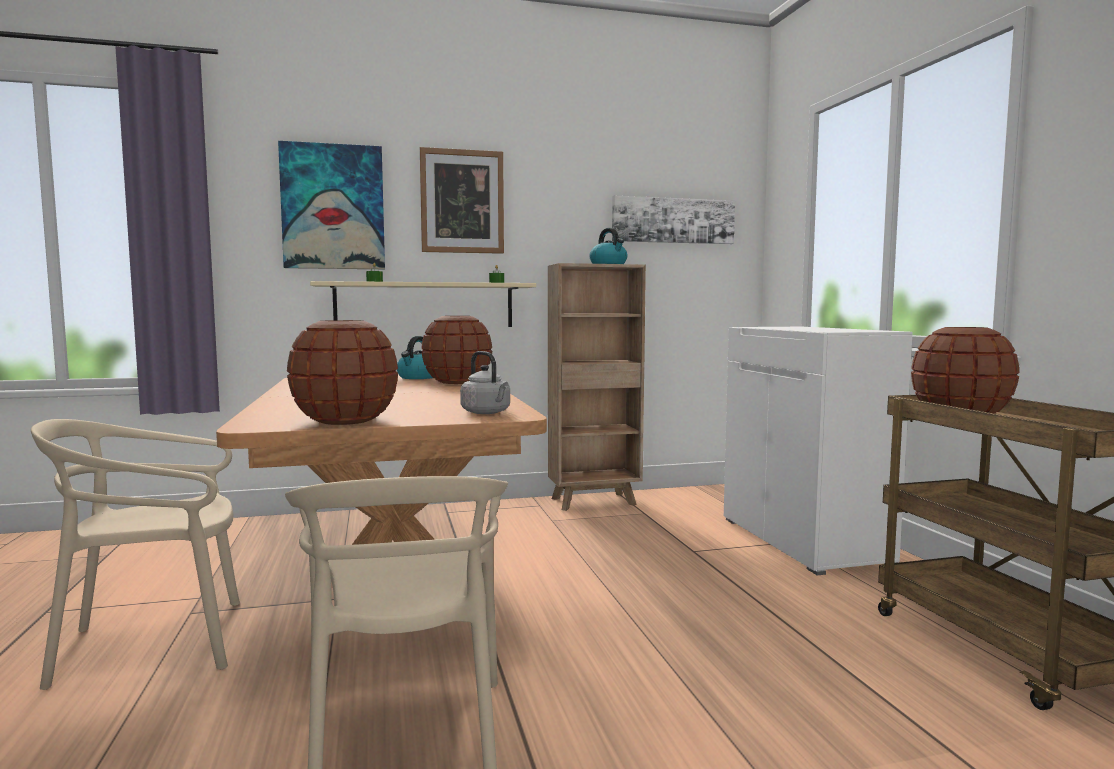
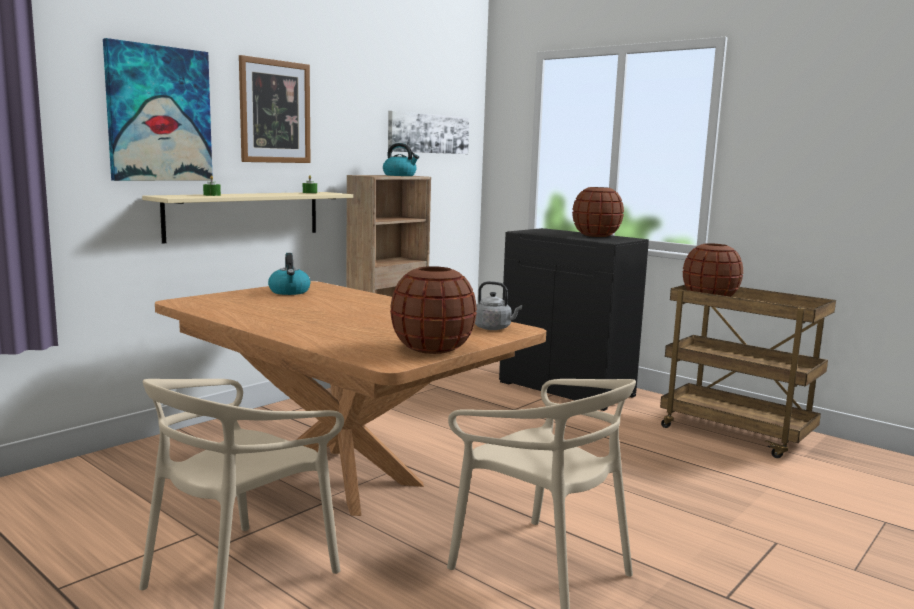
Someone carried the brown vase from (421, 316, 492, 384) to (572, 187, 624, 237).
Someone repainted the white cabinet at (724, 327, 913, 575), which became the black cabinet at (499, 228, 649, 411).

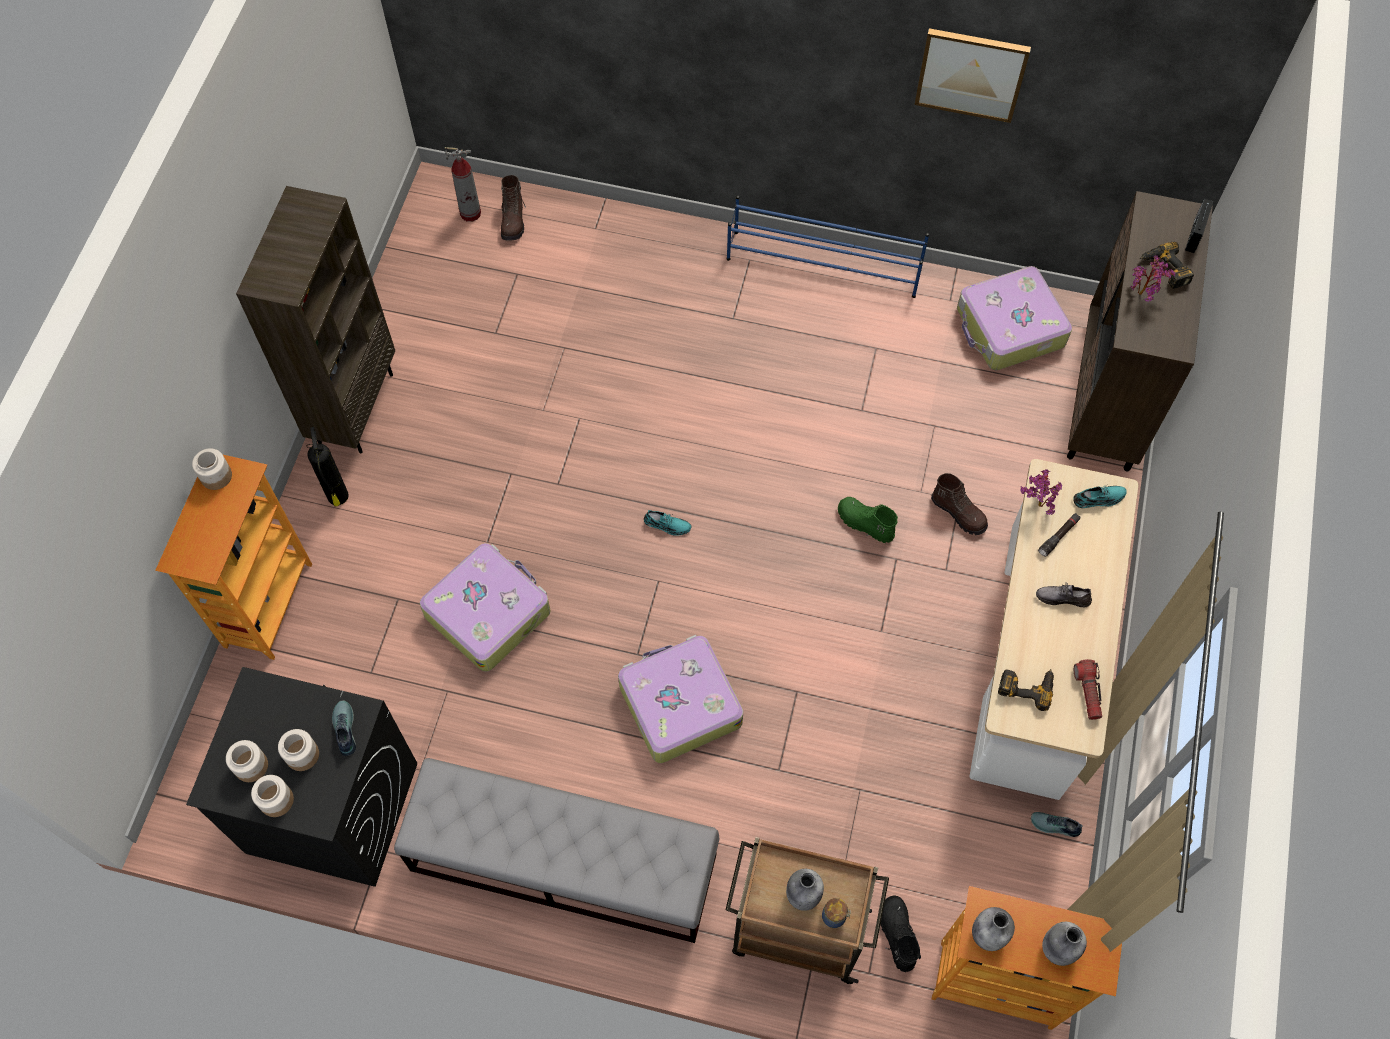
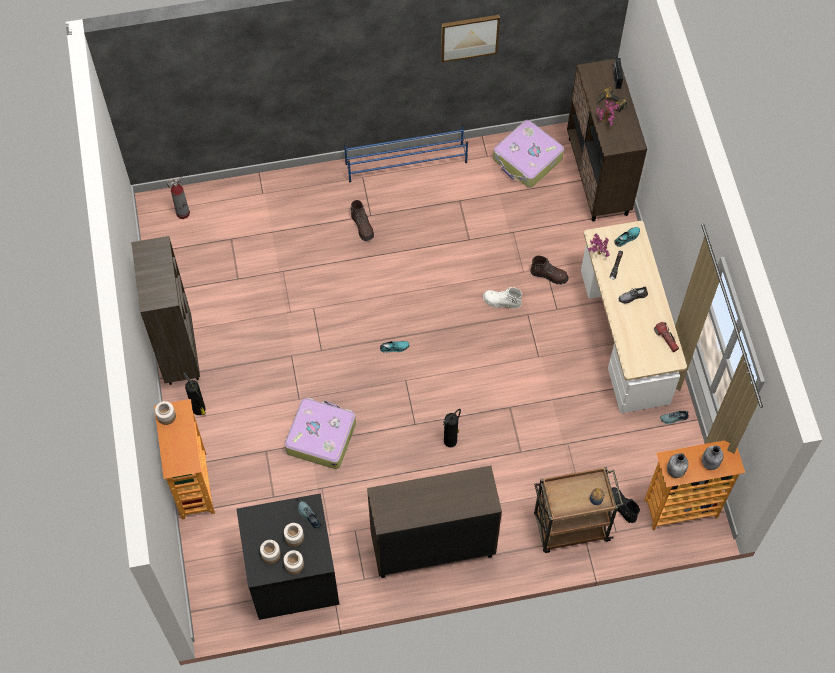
Someone carried the brown boot from (501, 175, 526, 241) to (350, 200, 374, 241).
Someone repainted the green boot at (838, 497, 898, 543), which became the white boot at (483, 287, 522, 309).
Someone swapped the suitcase at (618, 635, 743, 763) for the fire extinguisher at (443, 409, 461, 447).
Someone took away the power drill at (998, 669, 1054, 711).
Someone swapped the grey bench at (394, 758, 719, 943) for the brown cabinet at (367, 466, 502, 578).
Someone took away the grey bottle at (786, 869, 824, 911).

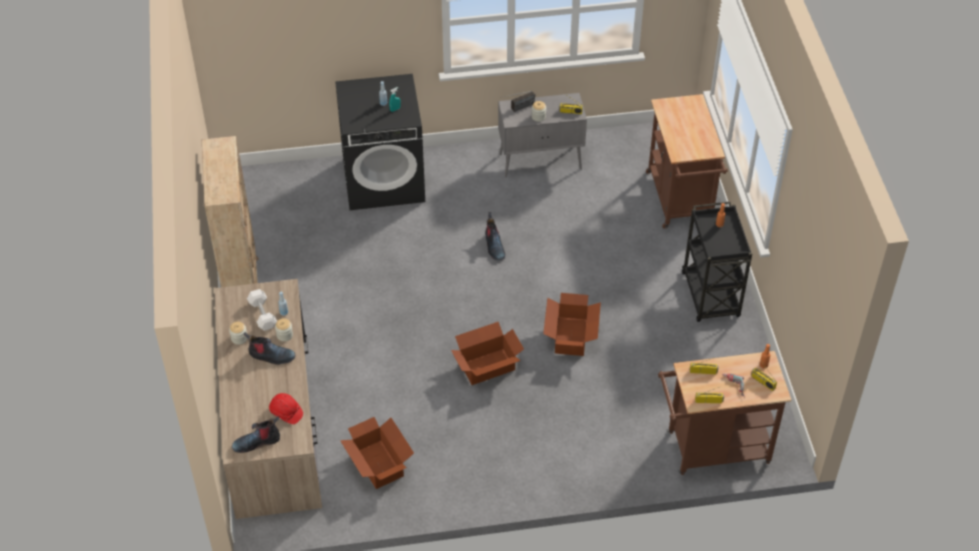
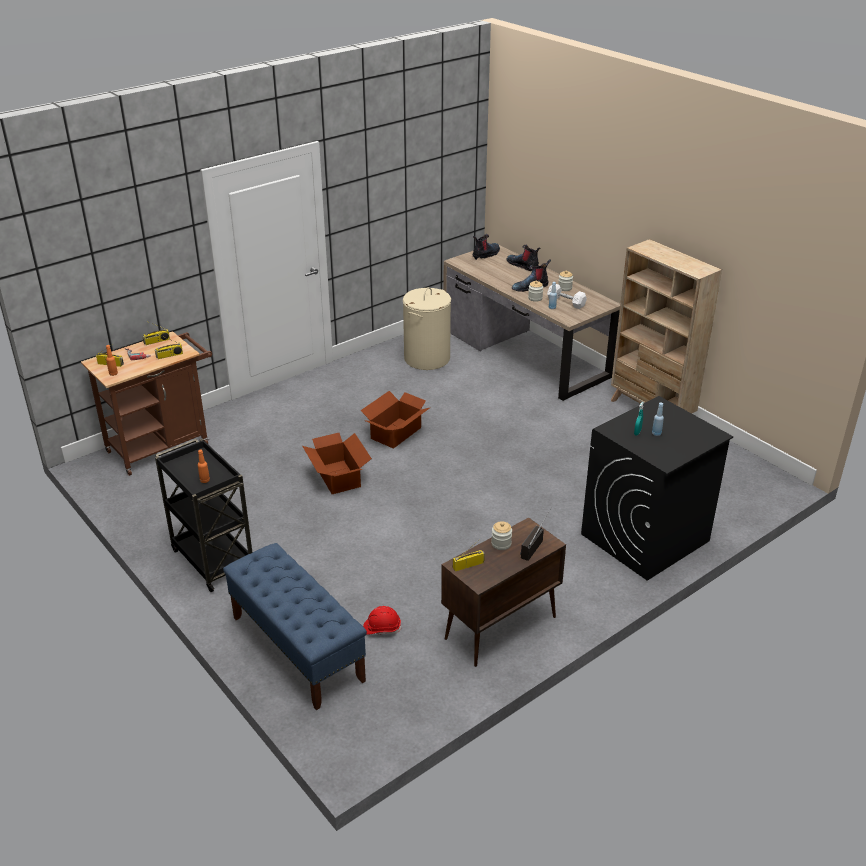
Someone repainted the grey cabinet at (498, 93, 587, 178), which became the brown cabinet at (441, 517, 566, 667).
Someone swapped the brown cart at (646, 94, 728, 229) for the blue bench at (223, 543, 367, 710).
Someone carried the boot from (485, 212, 505, 260) to (507, 245, 540, 271).
Someone carried the red hard hat from (269, 393, 303, 424) to (363, 606, 402, 635).
Someone swapped the cardboard box at (340, 417, 414, 489) for the beige laundry basket at (403, 287, 451, 370).

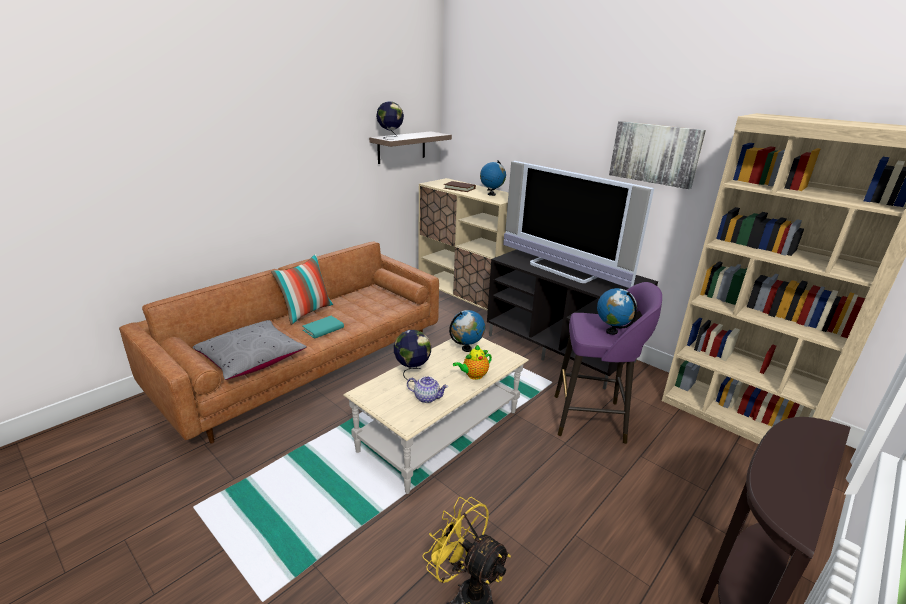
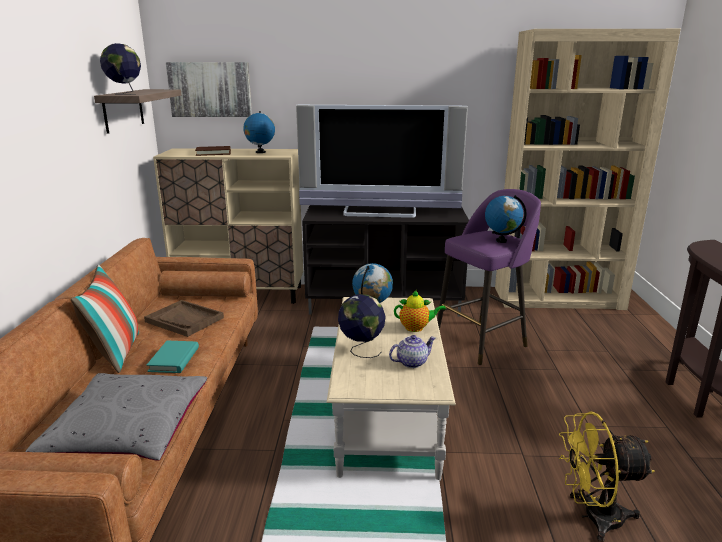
Someone carried the picture from (609, 121, 706, 189) to (166, 62, 252, 117).
Someone rotated the teapot at (453, 345, 492, 380) by 105 degrees counterclockwise.
Someone put down the brown tray at (144, 300, 224, 337).

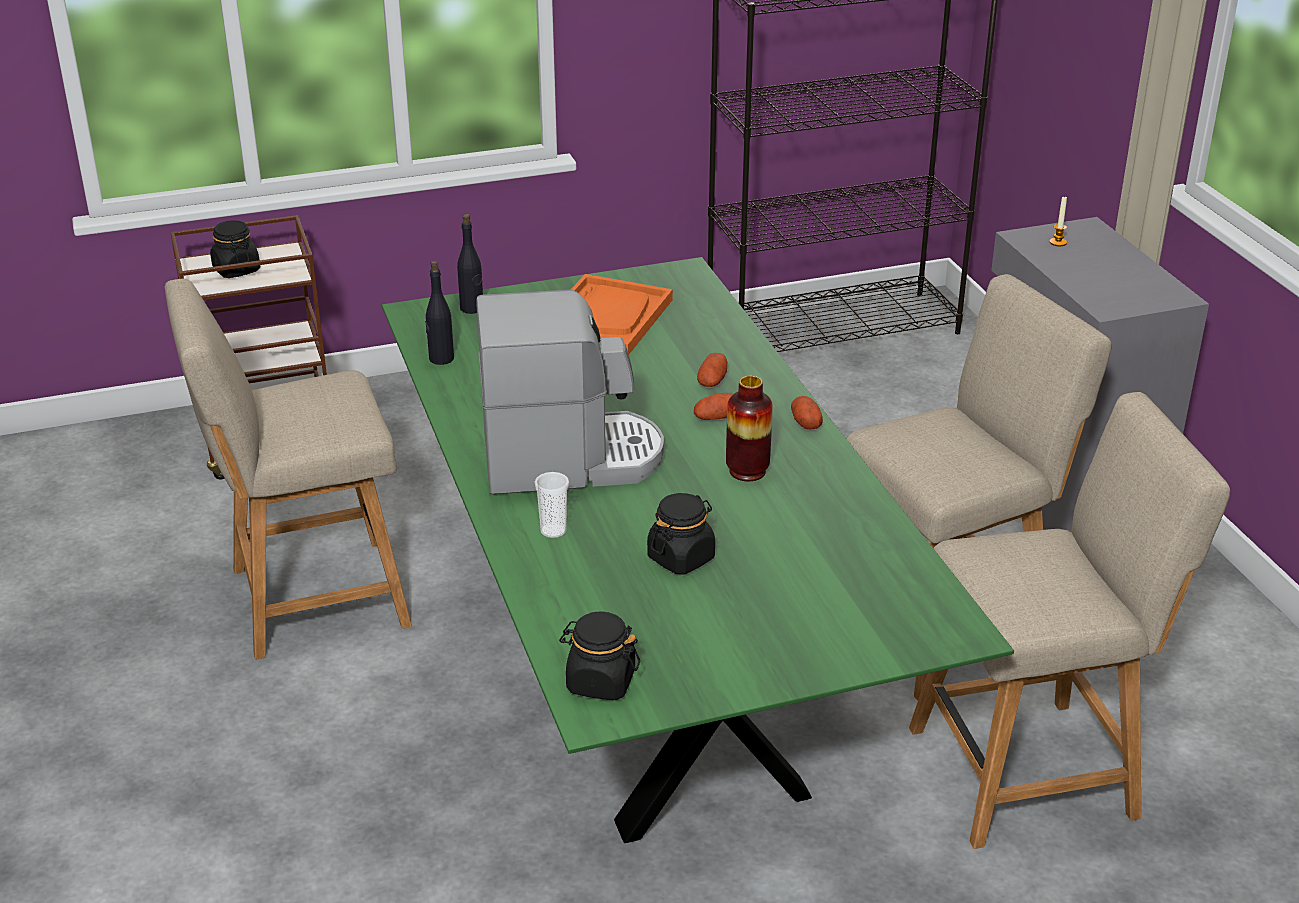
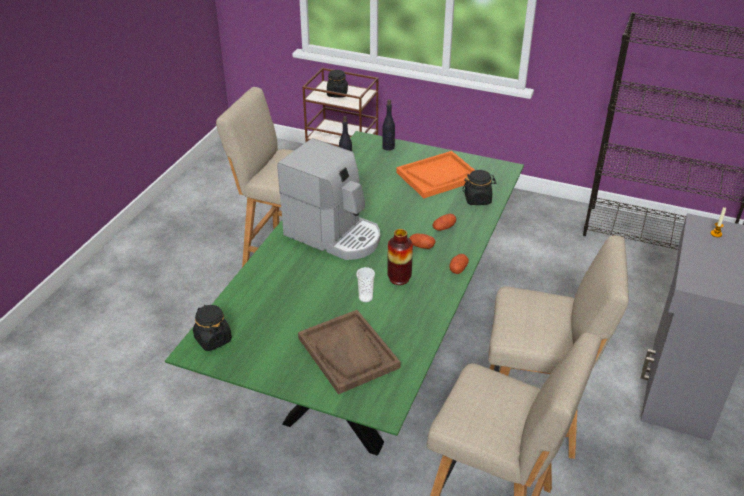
Someone carried the cup from (535, 472, 569, 538) to (356, 267, 375, 302).
Someone carried the black jar from (647, 493, 715, 574) to (463, 170, 496, 205).
Someone put down the brown tray at (298, 310, 401, 395).

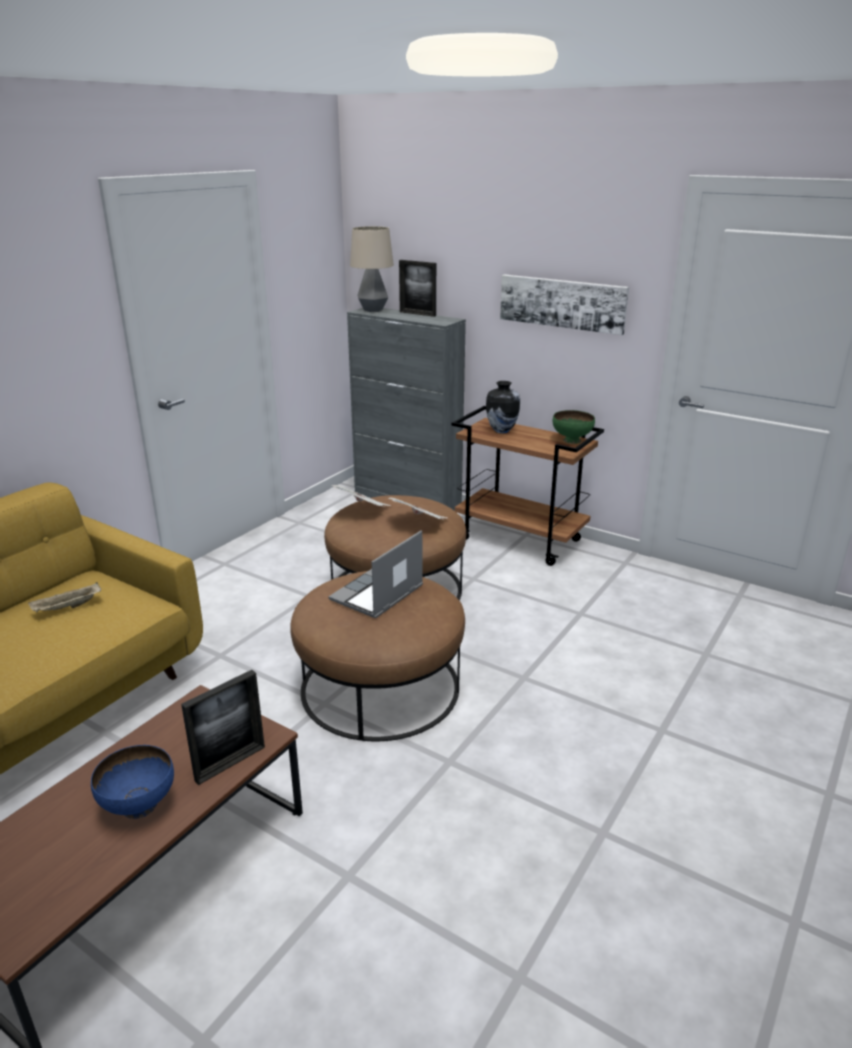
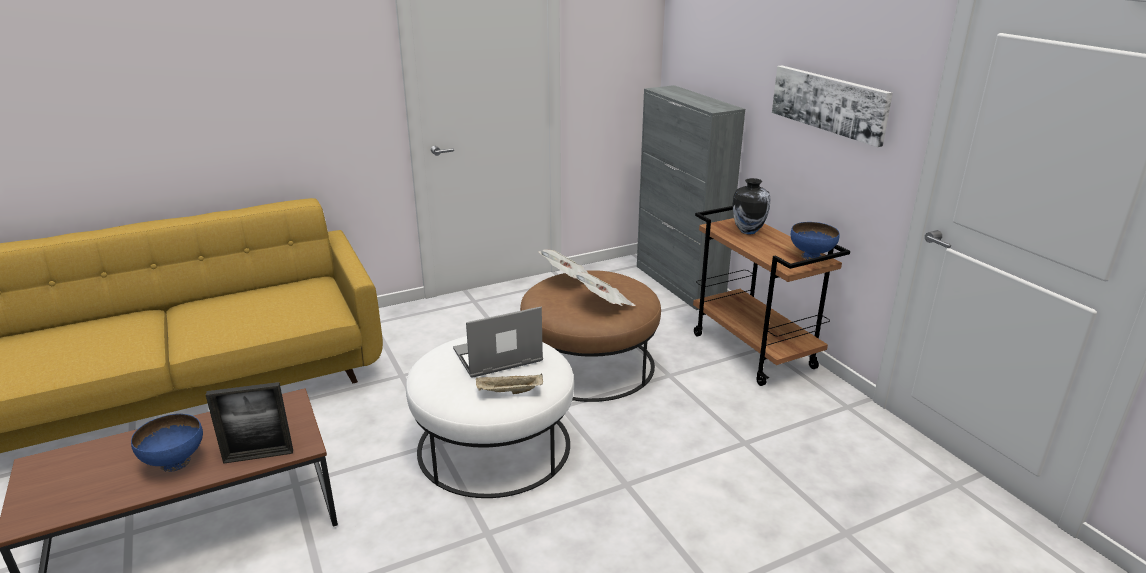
Someone took away the table lamp at (350, 226, 394, 312).
Someone took away the picture frame at (399, 260, 436, 317).
Someone repainted the green bowl at (553, 410, 595, 444), which became the blue bowl at (791, 222, 840, 260).
Someone repainted the brown ottoman at (290, 571, 465, 741), which became the white ottoman at (406, 336, 574, 498).
Someone carried the beige tray from (28, 582, 101, 612) to (476, 374, 543, 394).

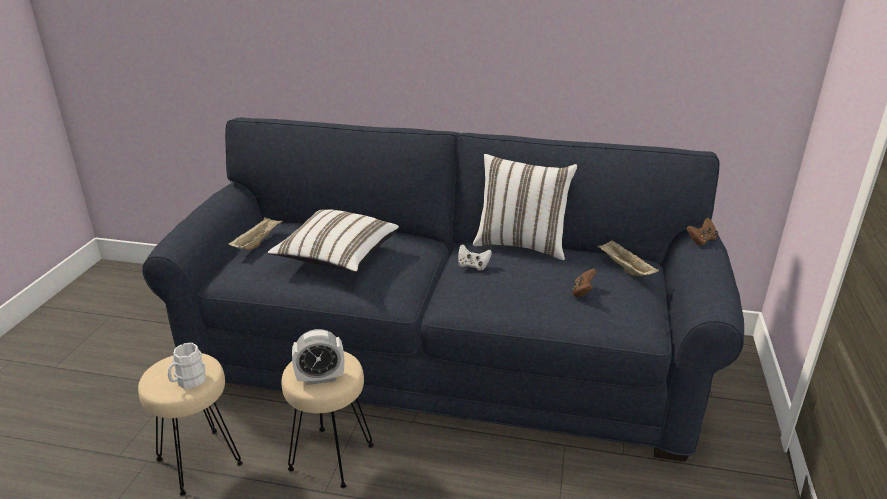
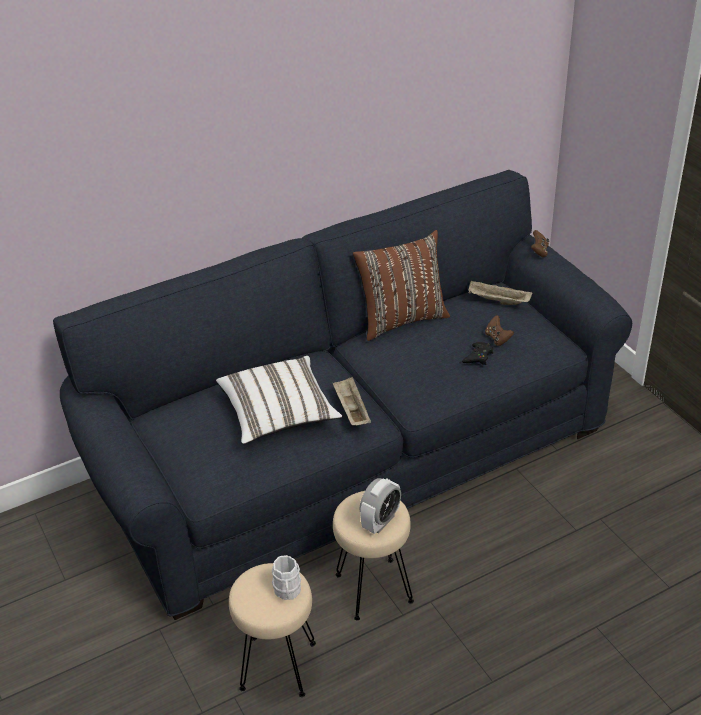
Someone repainted the white pillow at (473, 154, 577, 260), which became the brown pillow at (353, 230, 450, 341).
Someone carried the beige tray from (228, 217, 283, 250) to (333, 376, 371, 426).
Someone took away the white game controller at (458, 244, 492, 271).
Someone put down the black game controller at (462, 342, 493, 365).

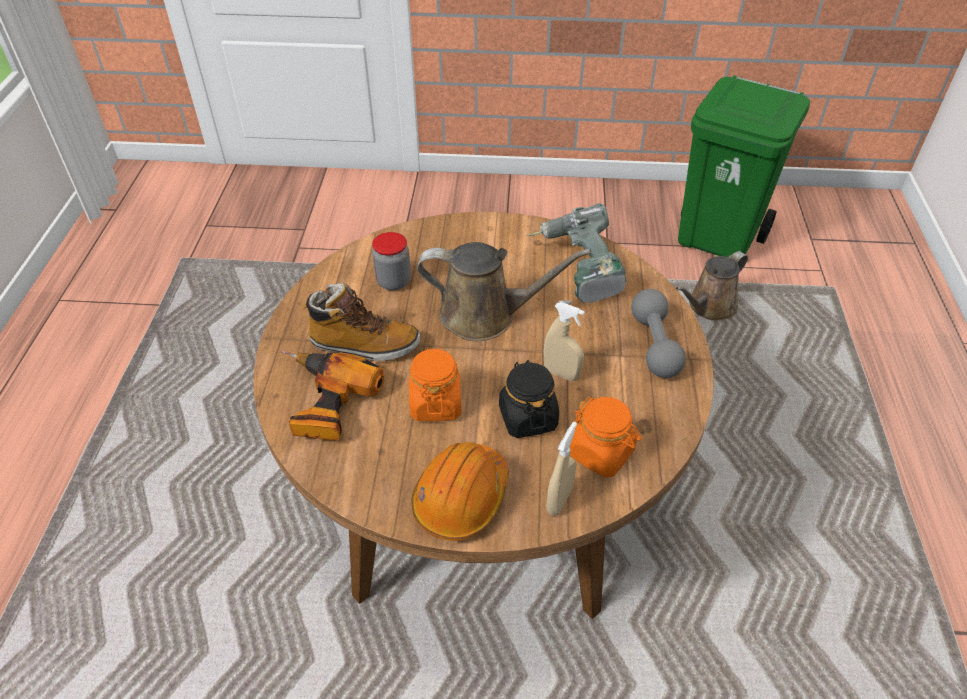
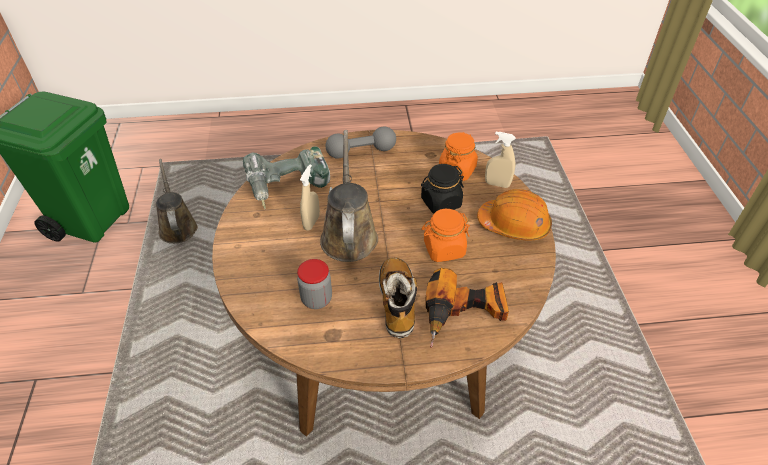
Someone rotated the brown watering can at (676, 251, 748, 321) by 150 degrees counterclockwise.
Someone carried the beige spray bottle from (544, 302, 585, 381) to (300, 165, 320, 231).

